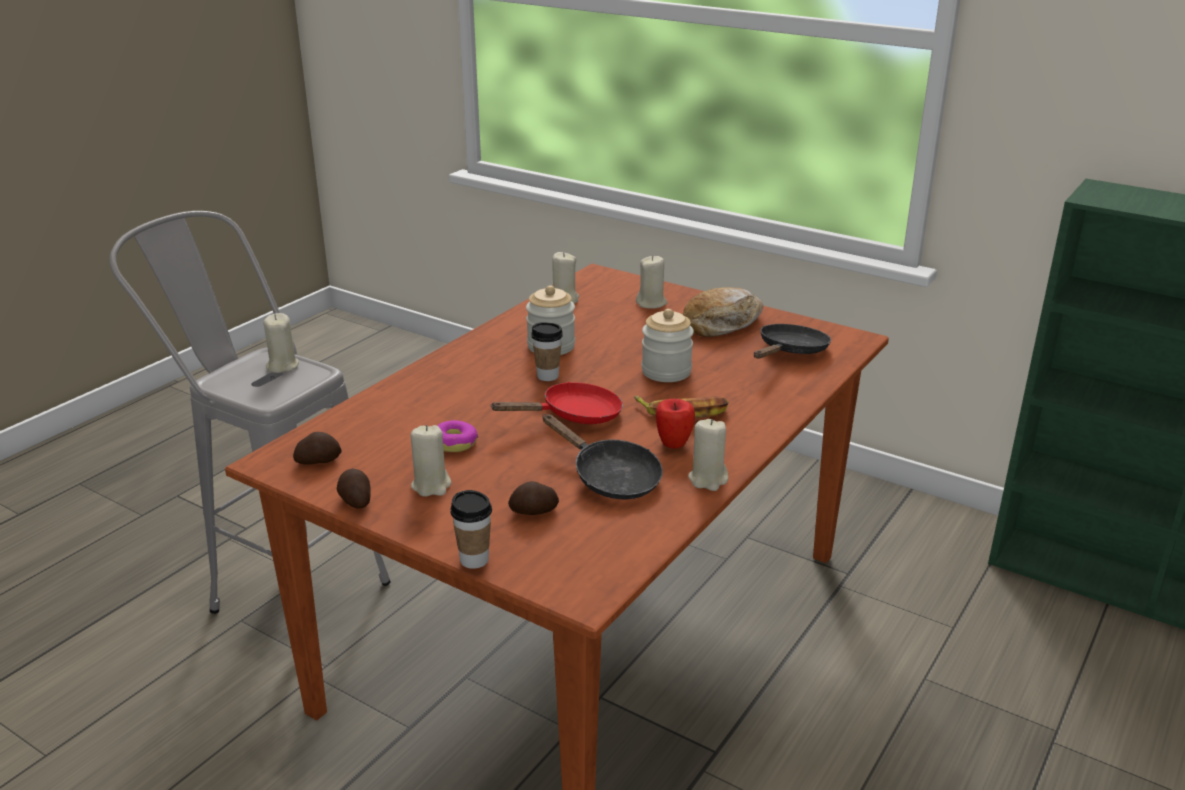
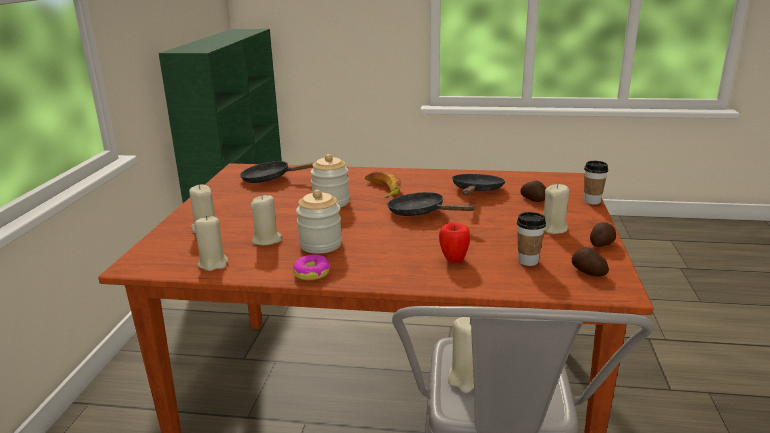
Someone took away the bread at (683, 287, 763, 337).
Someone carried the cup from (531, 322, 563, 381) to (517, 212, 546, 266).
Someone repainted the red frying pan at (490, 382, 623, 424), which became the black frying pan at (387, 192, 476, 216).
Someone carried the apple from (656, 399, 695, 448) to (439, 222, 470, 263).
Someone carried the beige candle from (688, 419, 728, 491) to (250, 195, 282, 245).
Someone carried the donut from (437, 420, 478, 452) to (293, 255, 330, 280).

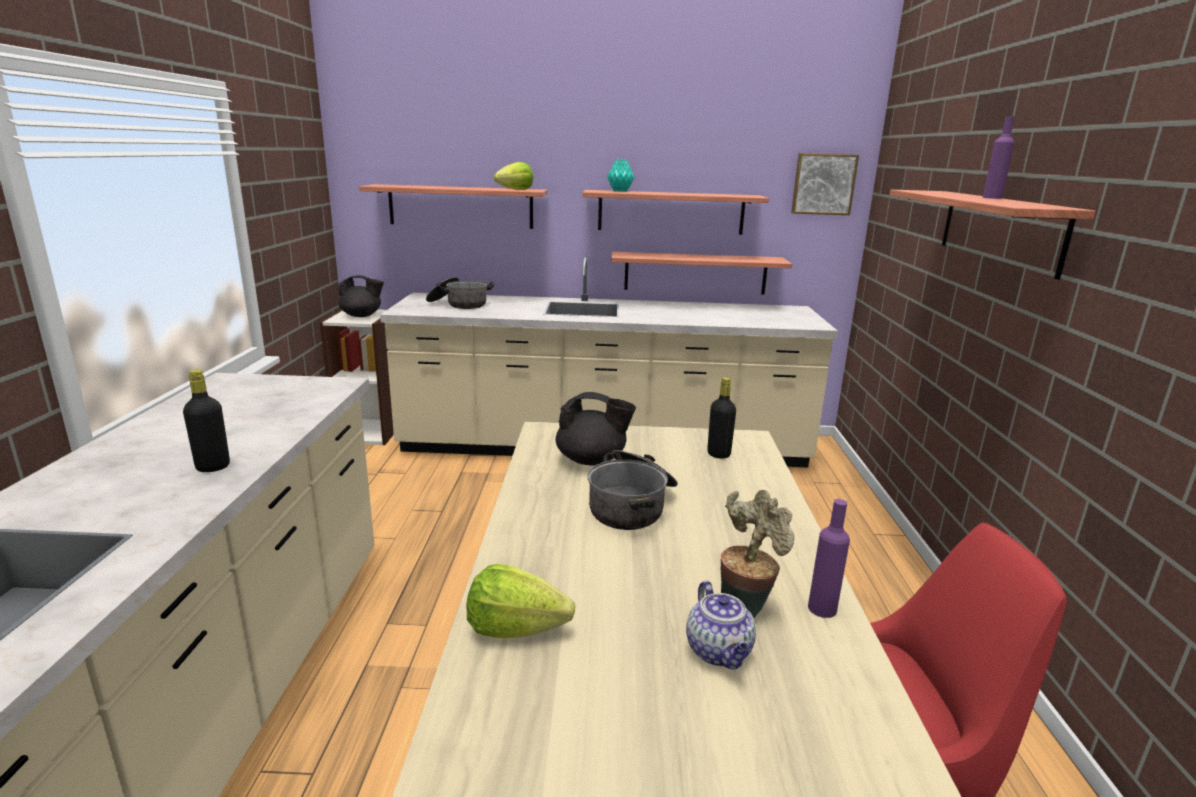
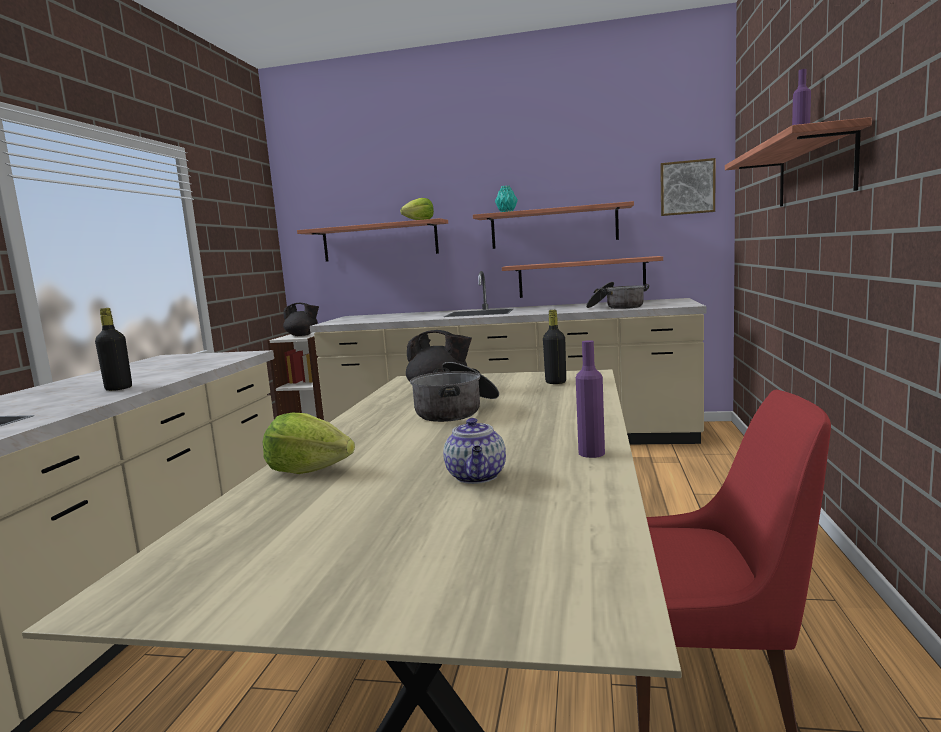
Someone carried the cooking pot from (426, 277, 494, 309) to (586, 282, 649, 309).
Someone took away the potted plant at (721, 490, 794, 619).

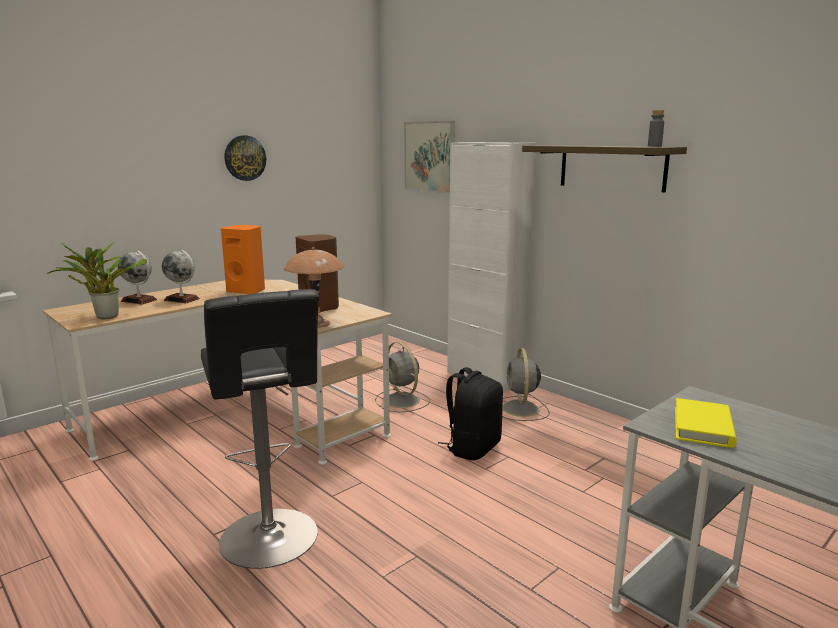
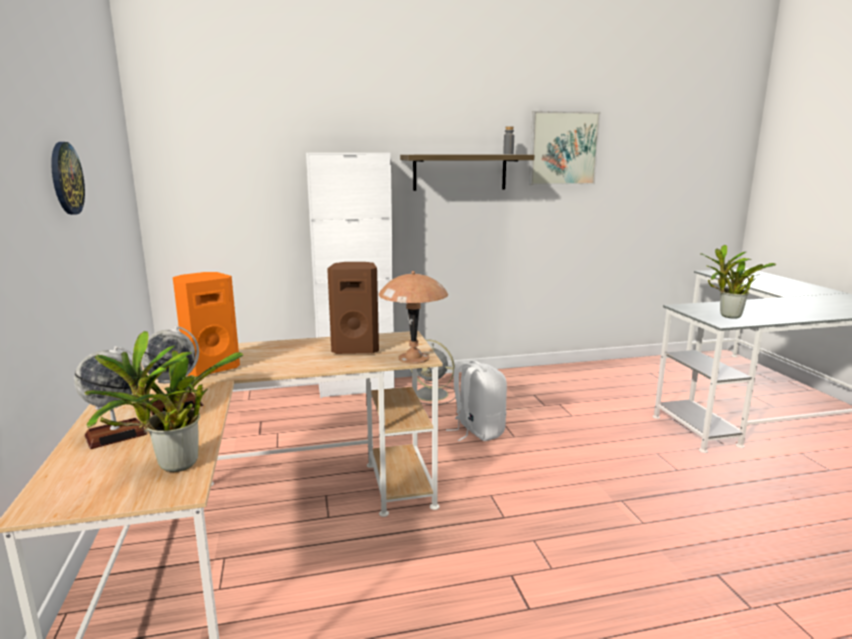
Someone carried the picture from (404, 121, 455, 194) to (529, 111, 600, 185).
Someone took away the black stool at (201, 289, 319, 569).
Someone took away the grey fan at (375, 342, 430, 412).
Someone repainted the black backpack at (438, 367, 503, 460), which became the white backpack at (446, 361, 507, 441).
Someone swapped the yellow book at (675, 398, 737, 448) for the potted plant at (701, 245, 776, 319).

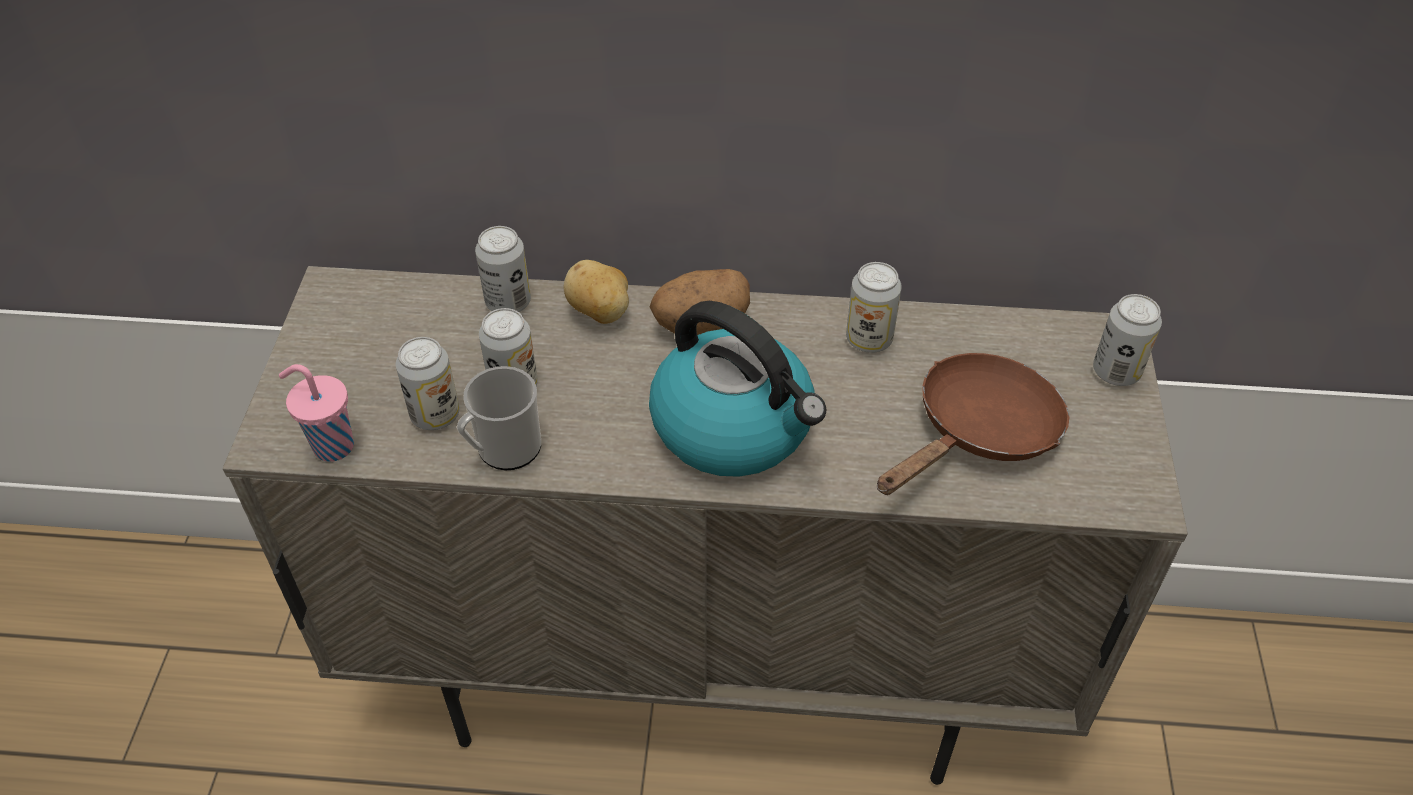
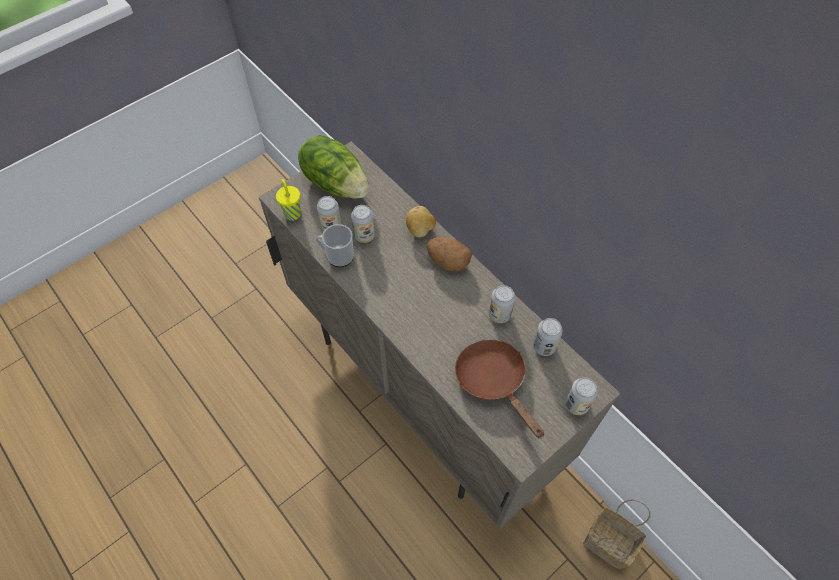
Someone carried the can from (475, 226, 531, 312) to (533, 318, 563, 356).
Someone took away the kettle at (649, 301, 826, 477).
Someone rotated the brown frying pan at (877, 353, 1069, 495) by 120 degrees counterclockwise.
Someone repainted the pink cup at (279, 364, 354, 462), which became the yellow cup at (276, 179, 301, 221).
Someone put down the lettuce at (298, 135, 369, 199).
Someone put down the basket at (583, 499, 651, 569).

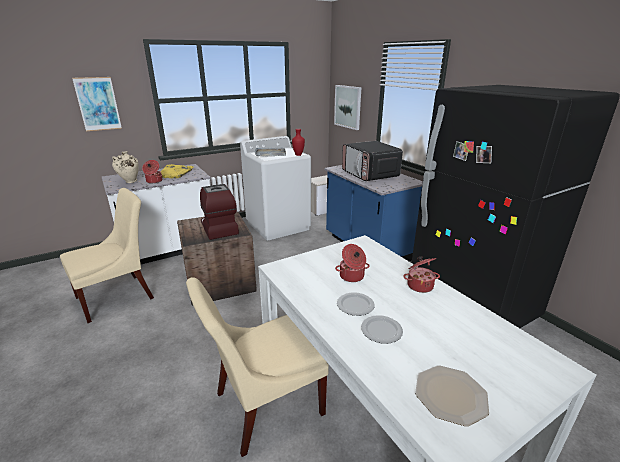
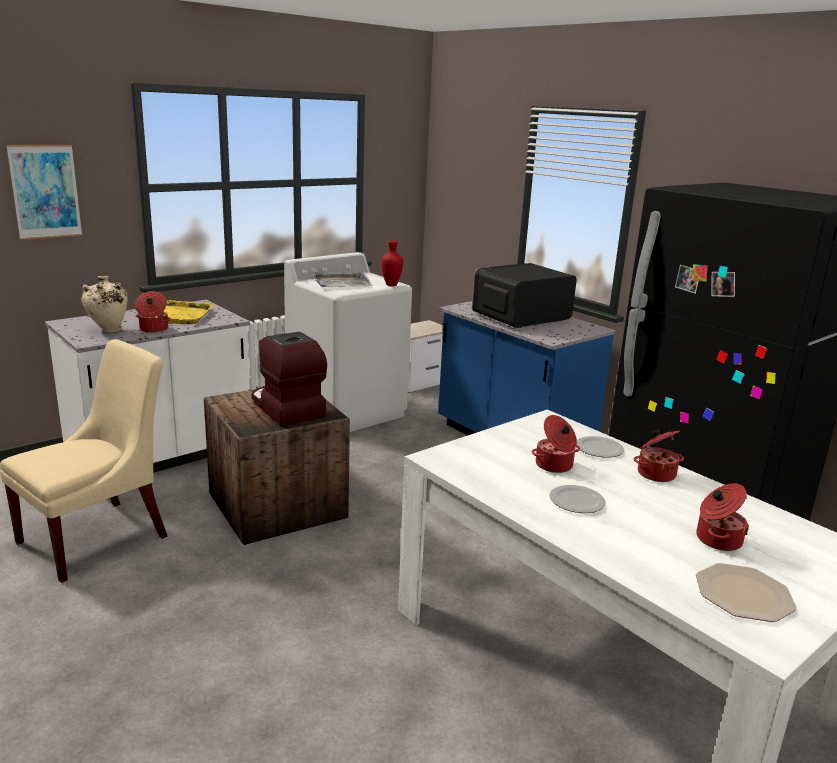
Someone took away the picture at (334, 85, 361, 130).
Someone rotated the microwave at (342, 141, 403, 181) by 90 degrees clockwise.
Someone took away the beige chair at (186, 277, 329, 457).
Someone carried the plate from (361, 315, 403, 344) to (577, 436, 624, 458).
Someone put down the cooking pot at (696, 483, 749, 551).

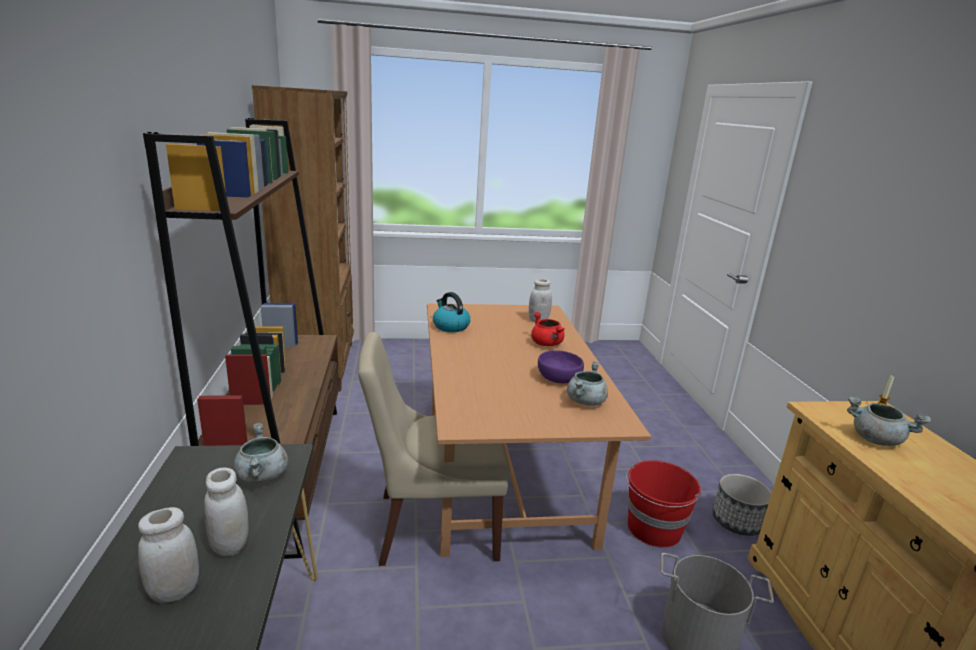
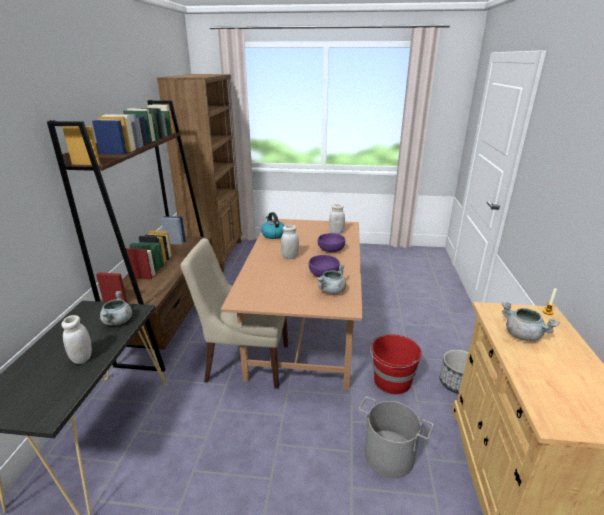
Someone swapped the red cooking pot at (531, 312, 565, 346) for the purple bowl at (318, 233, 345, 252).
Someone carried the white jar from (138, 507, 199, 603) to (281, 225, 299, 259).

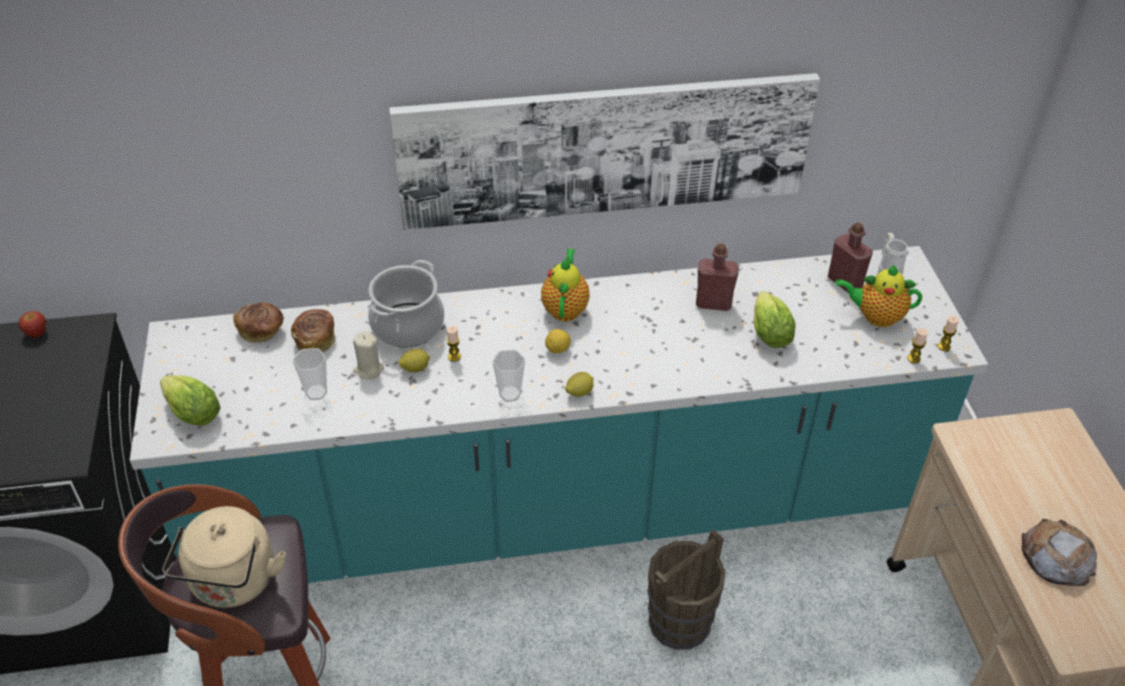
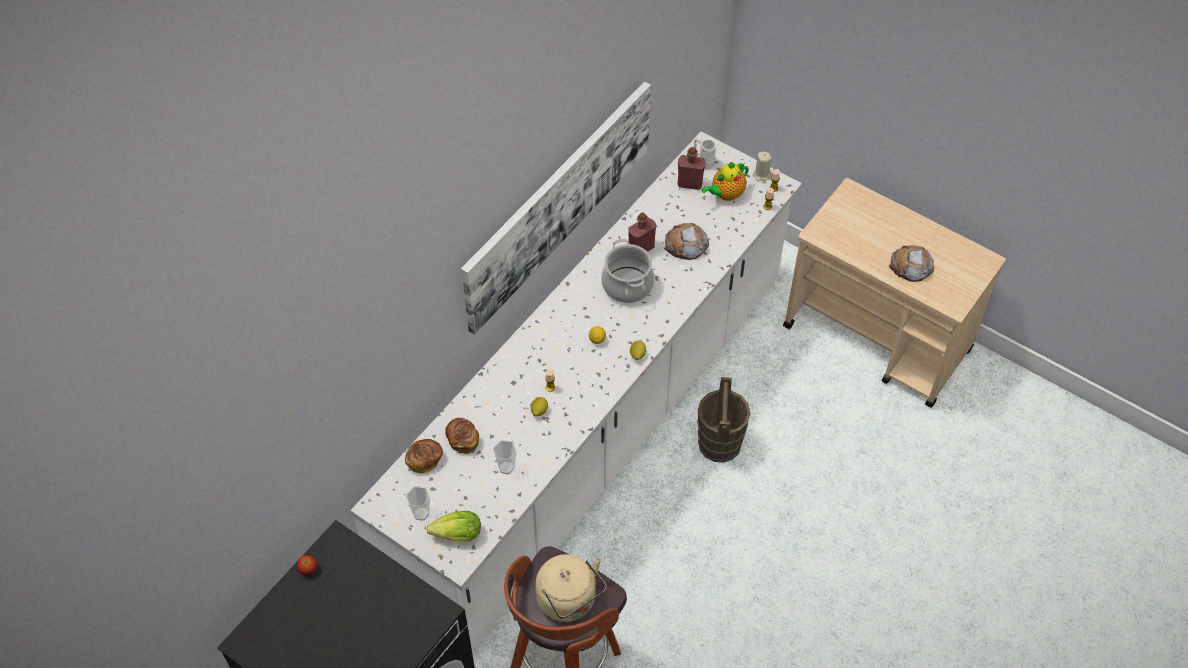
Someone repainted the turquoise counter at (130, 246, 988, 583), which became the white counter at (351, 131, 802, 651).
Someone took away the teapot at (541, 249, 590, 321).
Someone carried the cooking pot from (368, 260, 444, 347) to (601, 239, 655, 303).
Someone swapped the lettuce at (754, 291, 796, 348) for the bread at (664, 223, 709, 260).
Someone carried the beige candle from (353, 331, 384, 379) to (753, 151, 772, 181).
Someone carried the cup from (492, 349, 525, 402) to (406, 486, 430, 521).

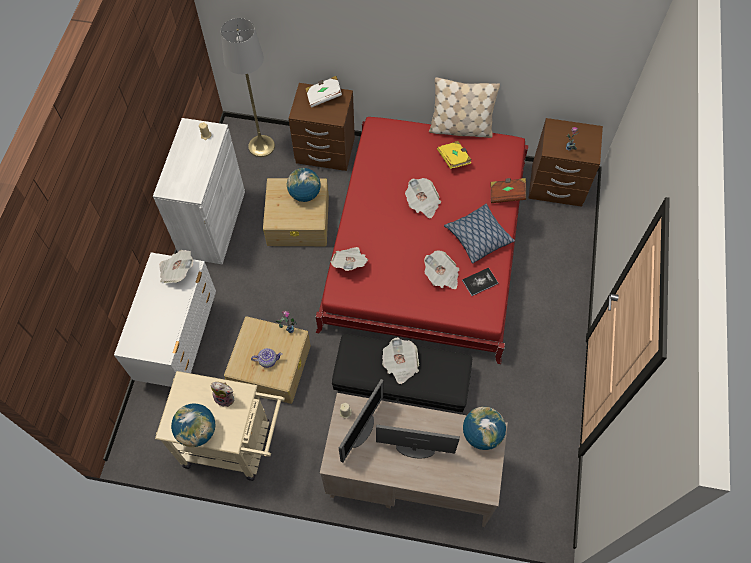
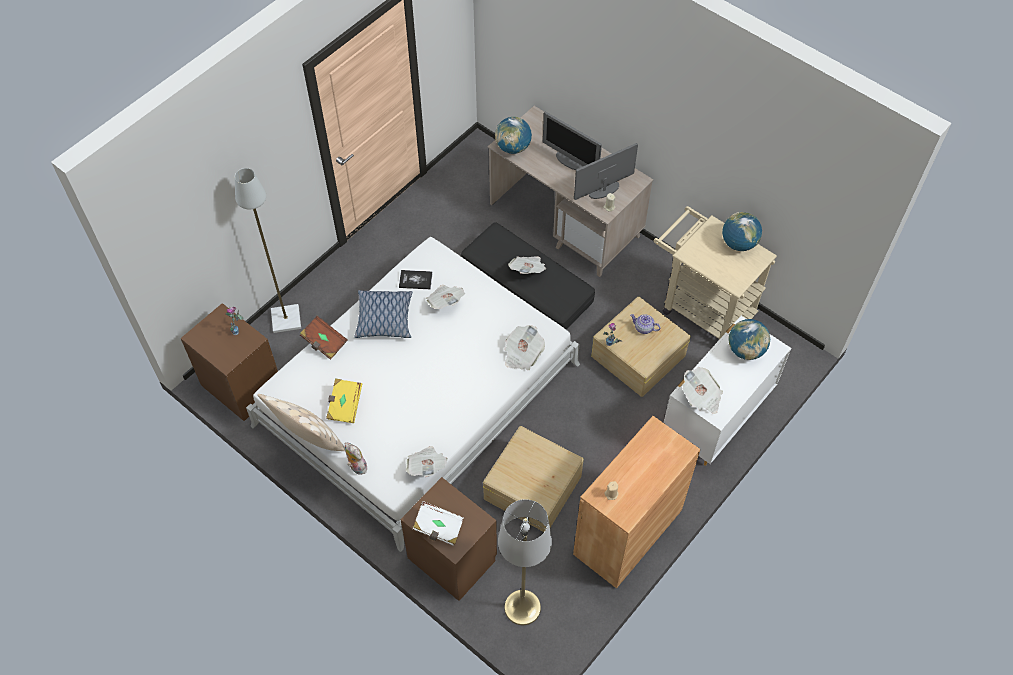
Someone repainted the red bed at (316, 117, 528, 364), which became the white bed at (246, 237, 580, 552).
Someone repainted the white cabinet at (153, 118, 245, 264), which became the brown cabinet at (573, 416, 700, 589).
Someone carried the globe from (287, 168, 321, 202) to (728, 319, 770, 360).
Someone carried the newspaper from (405, 178, 441, 218) to (406, 446, 448, 477).
Someone carried the plush toy from (211, 382, 234, 407) to (345, 442, 367, 475).
Someone put down the grey floor lamp at (235, 168, 301, 333).

